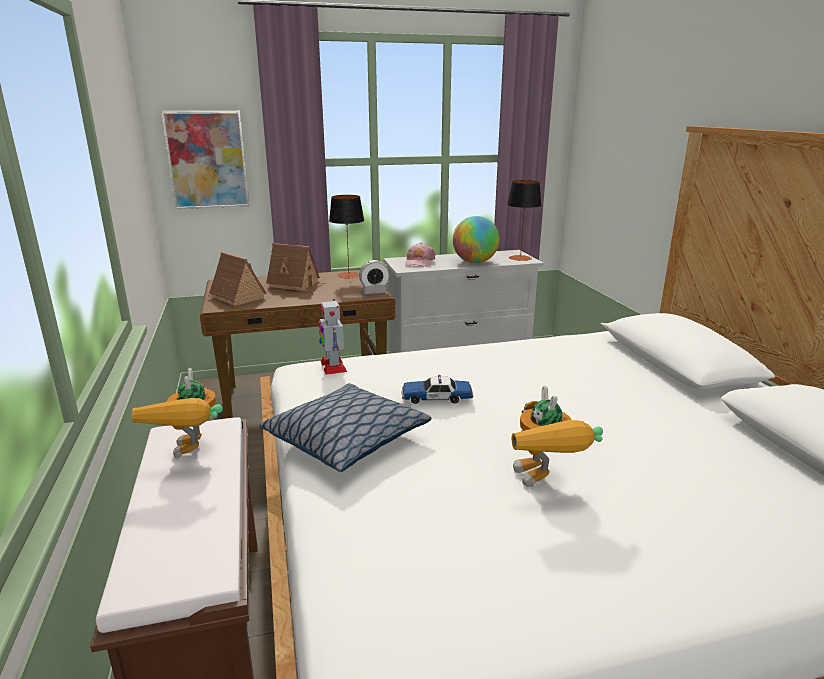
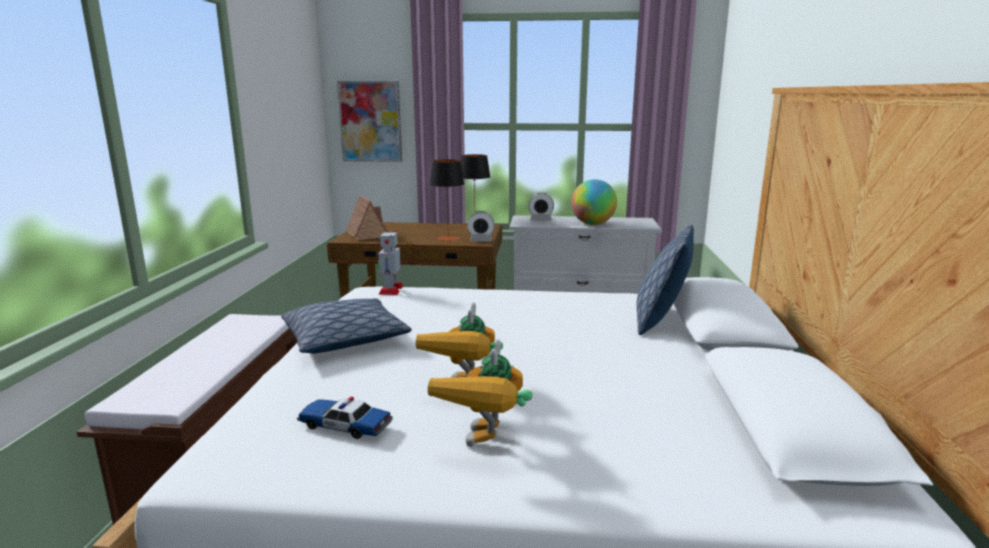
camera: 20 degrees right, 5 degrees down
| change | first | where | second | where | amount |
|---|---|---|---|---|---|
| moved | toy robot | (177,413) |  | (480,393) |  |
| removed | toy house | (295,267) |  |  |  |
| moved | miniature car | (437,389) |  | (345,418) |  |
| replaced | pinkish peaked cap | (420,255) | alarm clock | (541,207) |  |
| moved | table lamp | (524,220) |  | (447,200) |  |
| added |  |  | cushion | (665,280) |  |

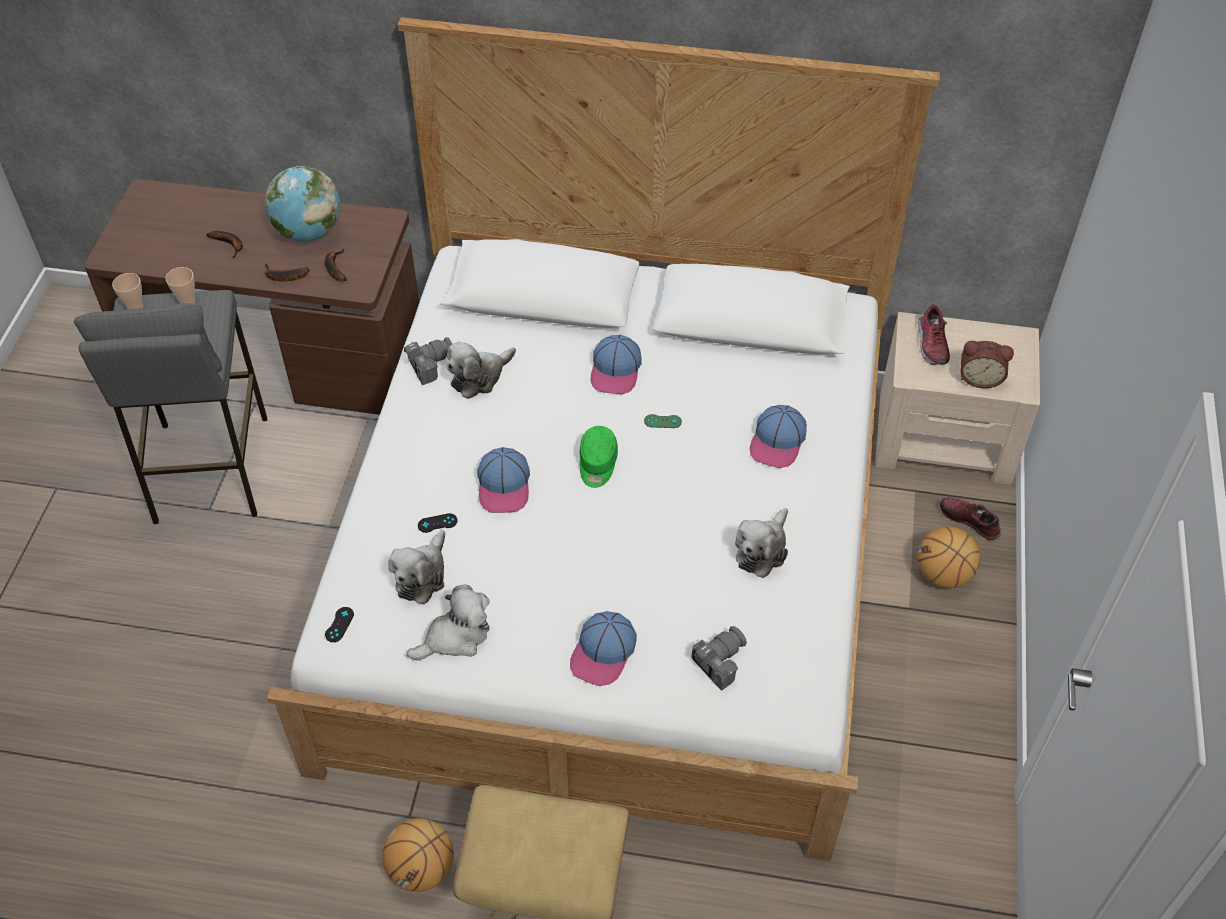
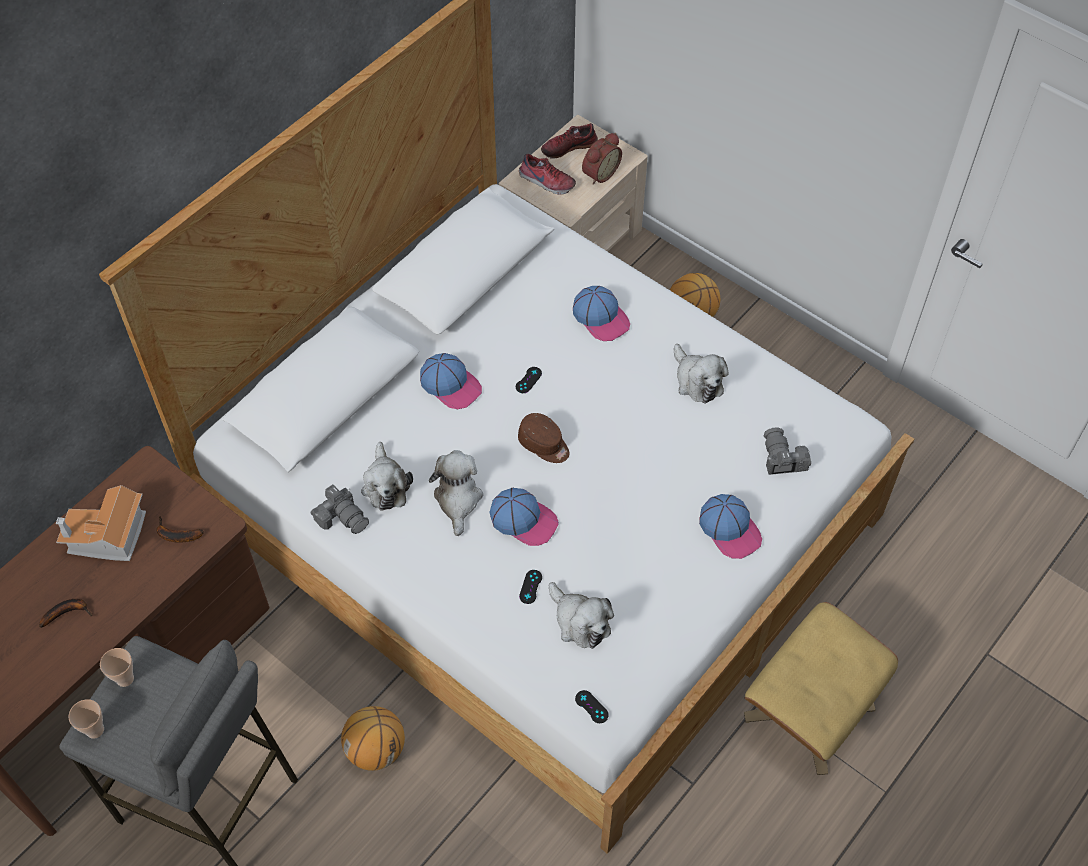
camera: 60 degrees left, 5 degrees up
| change | first | where | second | where | amount |
|---|---|---|---|---|---|
| replaced | world globe | (302,203) | toy house | (101,523) |  |
| removed | banana fruit | (287,272) |  |  |  |
| moved | ball for basketball | (418,855) |  | (373,738) |  |
| turned | still camera | (428,361) |  | (340,509) | 135 degrees clockwise |
| moved | cuddly toy | (448,623) |  | (456,493) |  |
| recoloured | green peaked cap | (598,457) | brownish peaked cap | (544,438) |  |
| recoloured | green game controller | (663,421) | blackish game controller | (529,380) |  |
| moved | shoe | (970,519) |  | (569,141) |  |

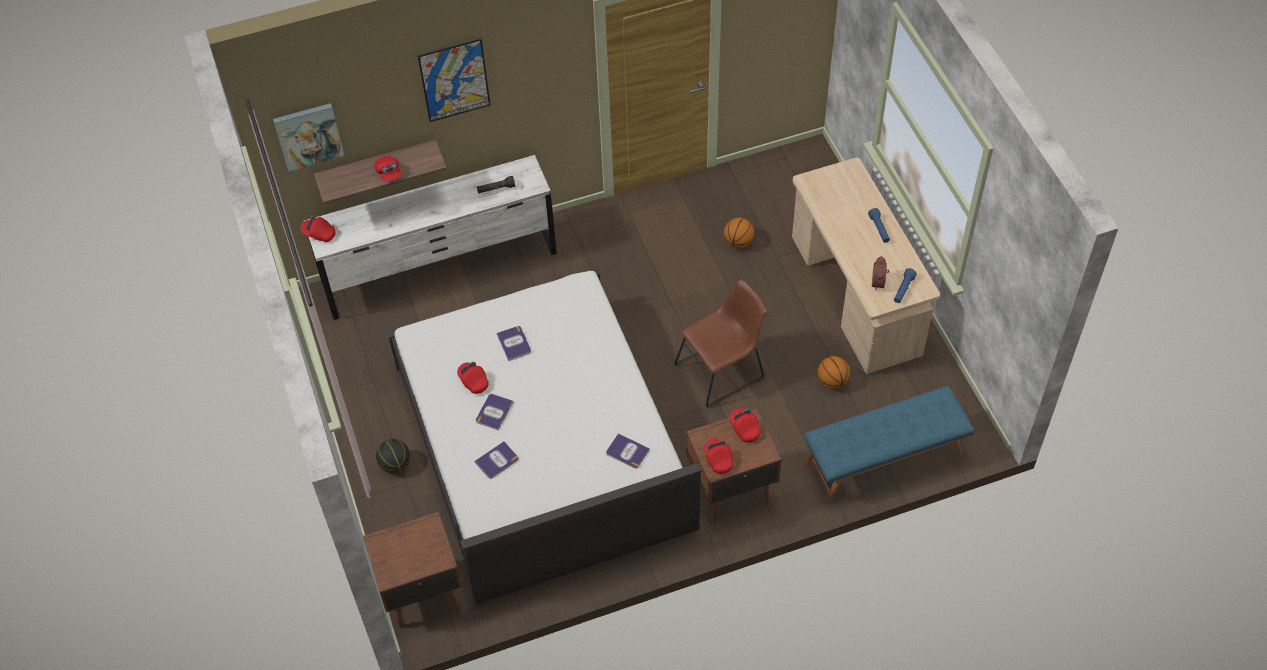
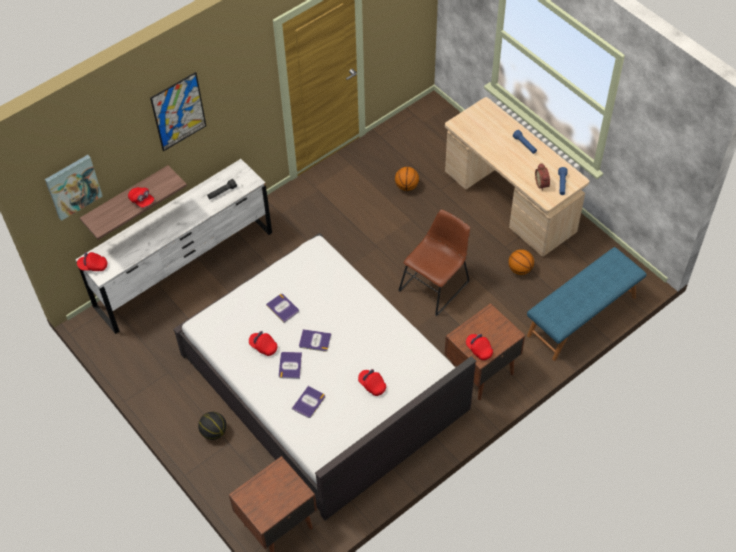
camera: 20 degrees left, 0 degrees up
| change | first | where | second | where | amount |
|---|---|---|---|---|---|
| moved | book | (628,451) |  | (315,340) |  |
| moved | red peaked cap | (745,425) |  | (372,382) |  |

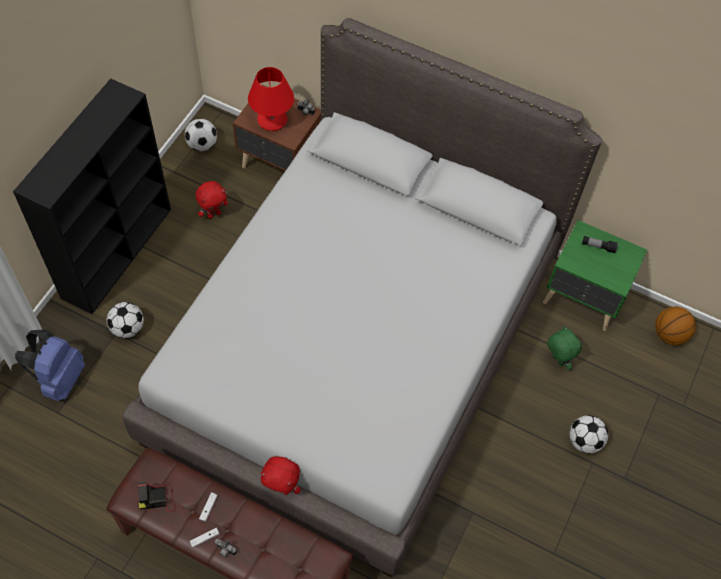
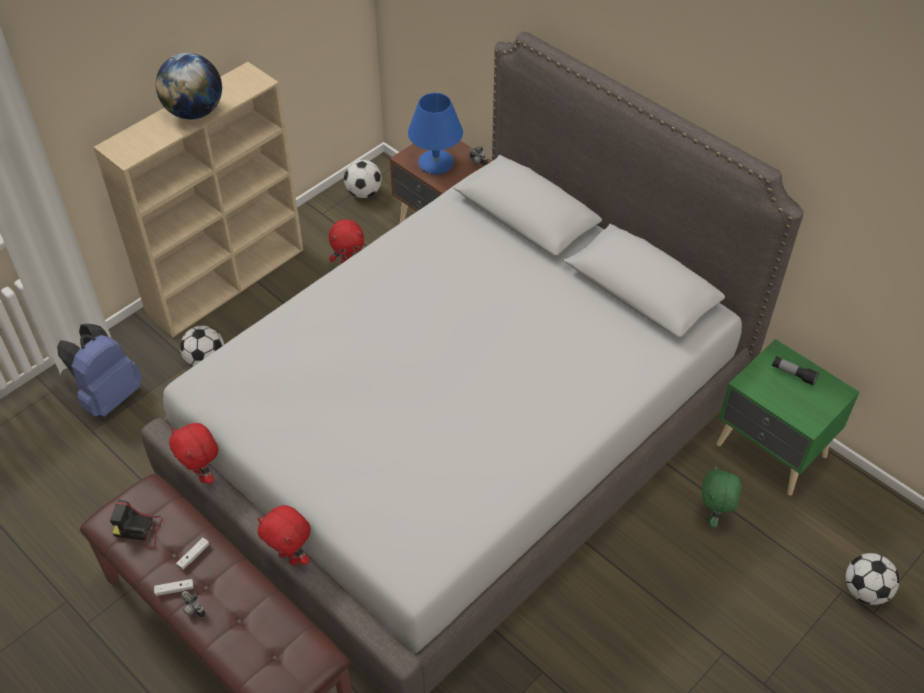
camera: 20 degrees right, 10 degrees down
| change | first | where | second | where | amount |
|---|---|---|---|---|---|
| recoloured | blackish shelving unit | (92,196) | beige shelving unit | (198,200) |  |
| recoloured | red table lamp | (271,99) | blue-coloured table lamp | (435,133) |  |
| turned | green cuddly toy | (564,348) |  | (721,496) | 150 degrees counterclockwise |
| moved | football | (589,434) |  | (872,579) |  |
| removed | ball for basketball | (675,326) |  |  |  |
| added |  |  | world globe | (189,86) |  |
| added |  |  | red cuddly toy | (193,453) |  |

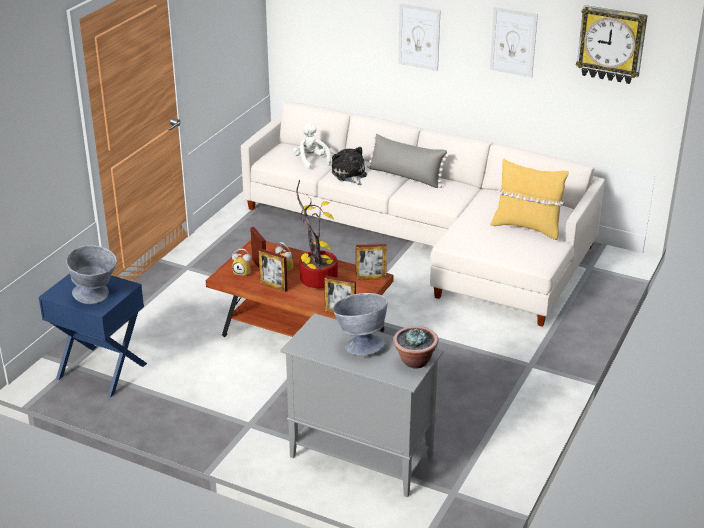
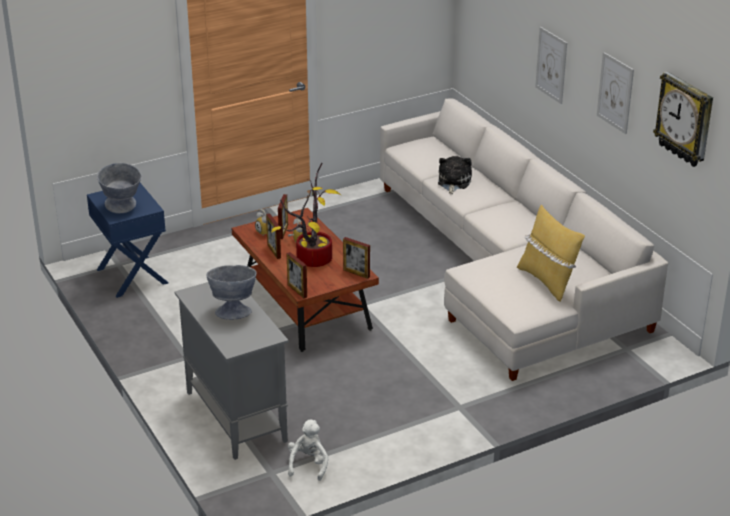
camera: 35 degrees right, 0 degrees up
| change | first | where | second | where | amount |
|---|---|---|---|---|---|
| moved | white cuddly toy | (312,146) |  | (308,450) |  |
| removed | gray cushion | (408,161) |  |  |  |
| removed | potted plant | (416,347) |  |  |  |

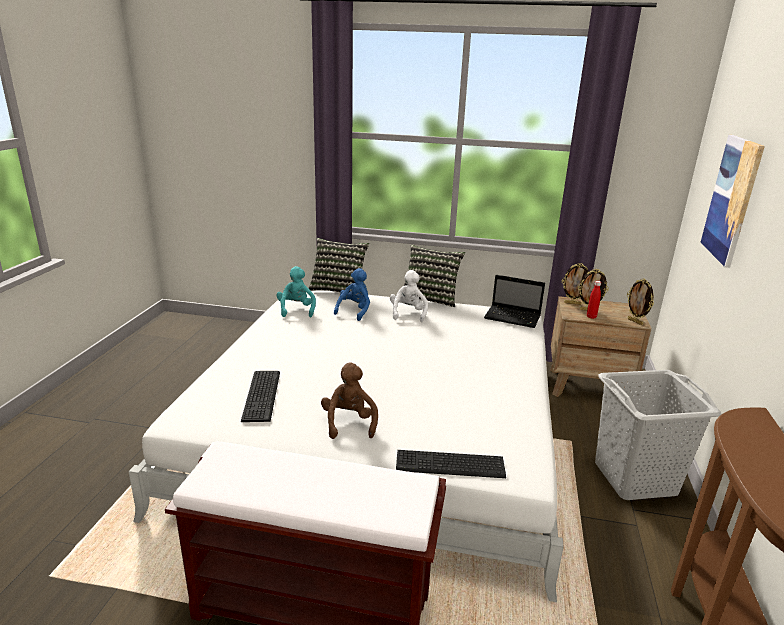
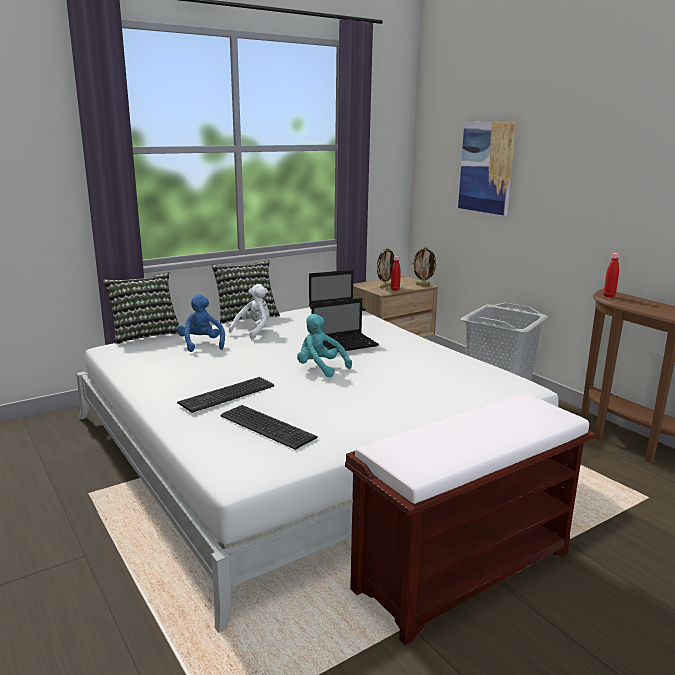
camera: 45 degrees left, 5 degrees down
| change | first | where | second | where | amount |
|---|---|---|---|---|---|
| moved | turquoise cuddly toy | (296,291) |  | (324,346) |  |
| removed | brownish cuddly toy | (349,401) |  |  |  |
| turned | white cuddly toy | (409,296) |  | (249,311) | 75 degrees clockwise |
| moved | keyboard | (451,464) |  | (225,395) |  |
| removed | standing frame | (575,284) |  |  |  |
| added |  |  | laptop | (345,324) |  |
| added |  |  | red bottle | (611,275) |  |

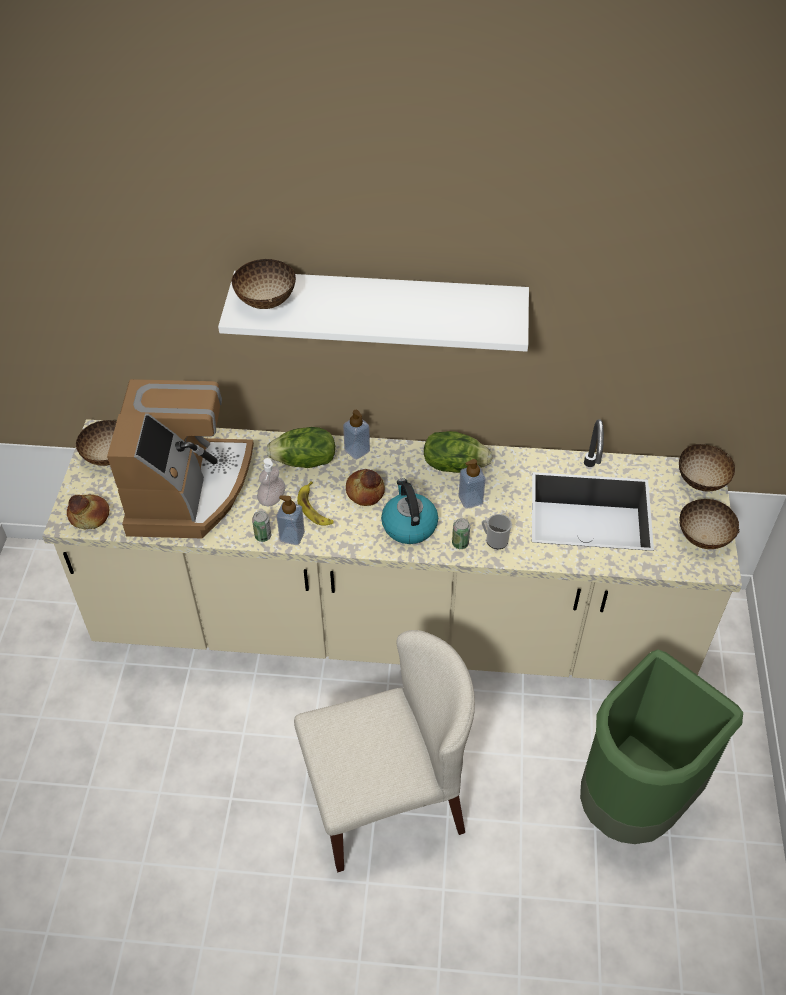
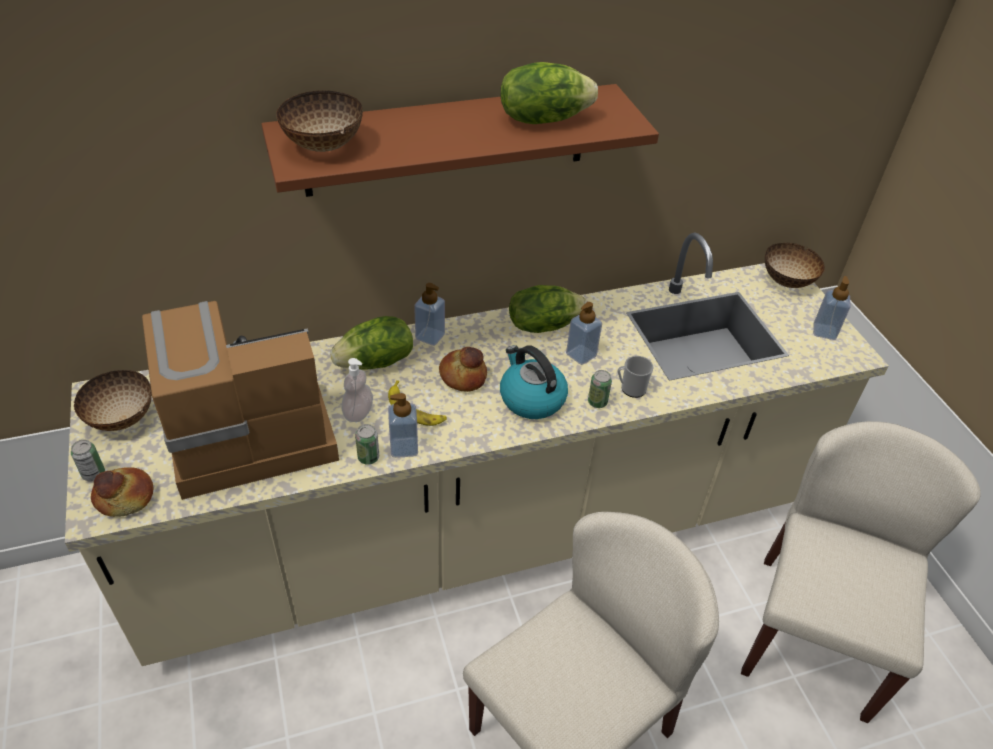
camera: 25 degrees left, 5 degrees down
| change | first | where | second | where | amount |
|---|---|---|---|---|---|
| turned | coffee machine | (180,459) |  | (240,400) | 90 degrees counterclockwise |
| recoloured | white wall shelf | (373,311) | brownish wall shelf | (460,140) |  |
| replaced | green waste bin | (661,746) | beige upright chair | (861,572) |  |
| replaced | bowl | (710,524) | soap dispenser | (831,308) |  |
| added |  |  | metal can | (88,460) |  |
| added |  |  | lettuce head | (549,93) |  |

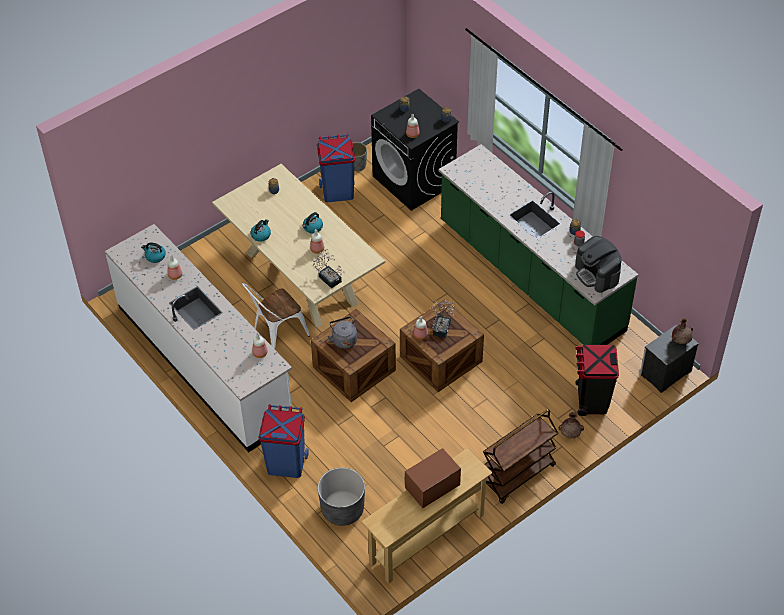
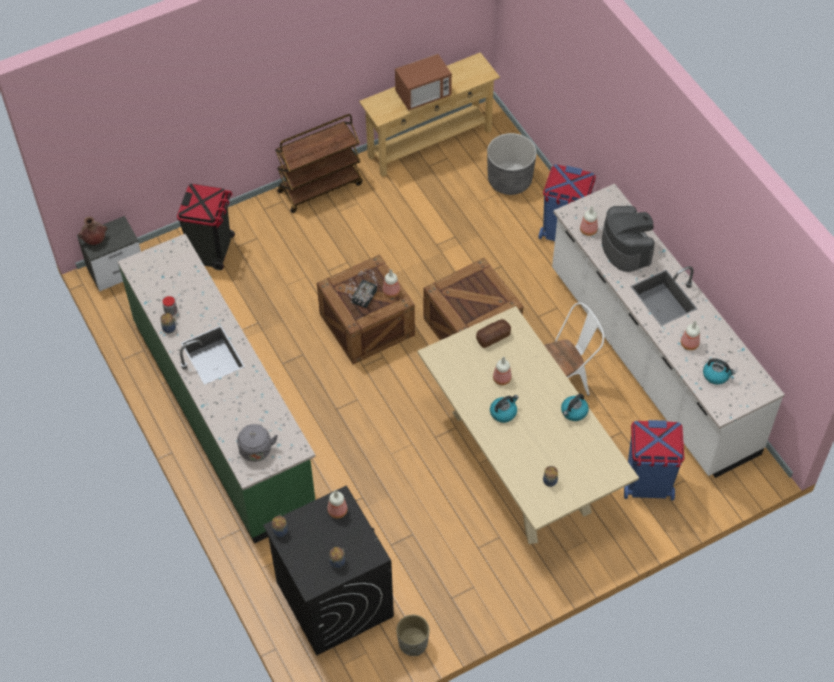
camera: 170 degrees left, 5 degrees up
| change | first | where | second | where | amount |
|---|---|---|---|---|---|
| replaced | potted plant | (328,269) | baked bread | (493,333) |  |
| moved | blue-coloured waste bin | (336,168) |  | (654,460) |  |
| moved | gray tea kettle | (342,333) |  | (257,443) |  |
| removed | brownish decorative vase | (571,425) |  |  |  |
| moved | coffee machine | (598,264) |  | (628,239) |  |

